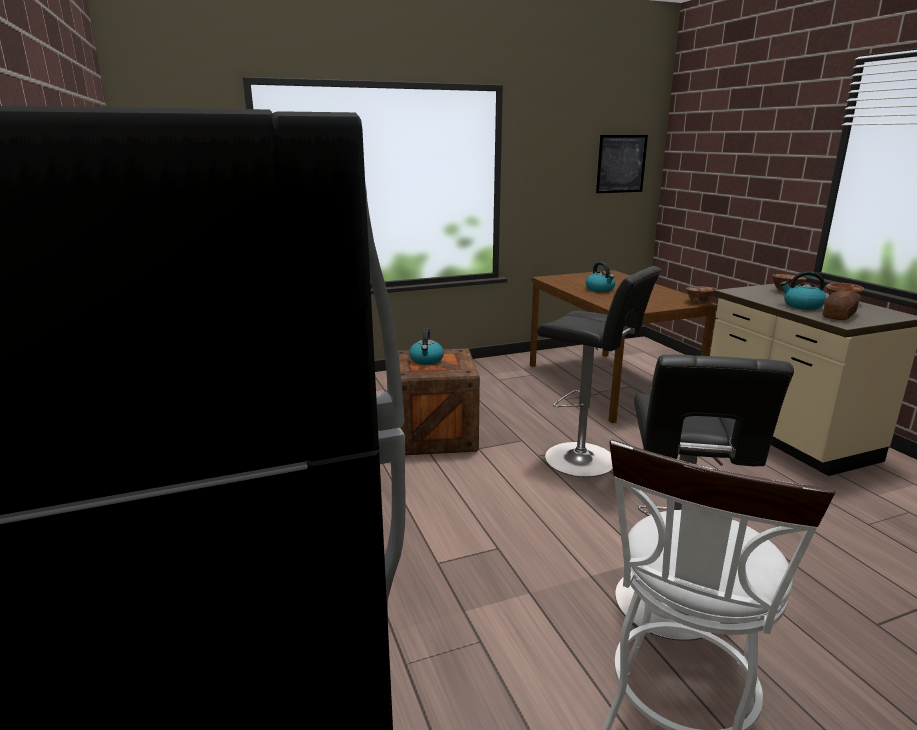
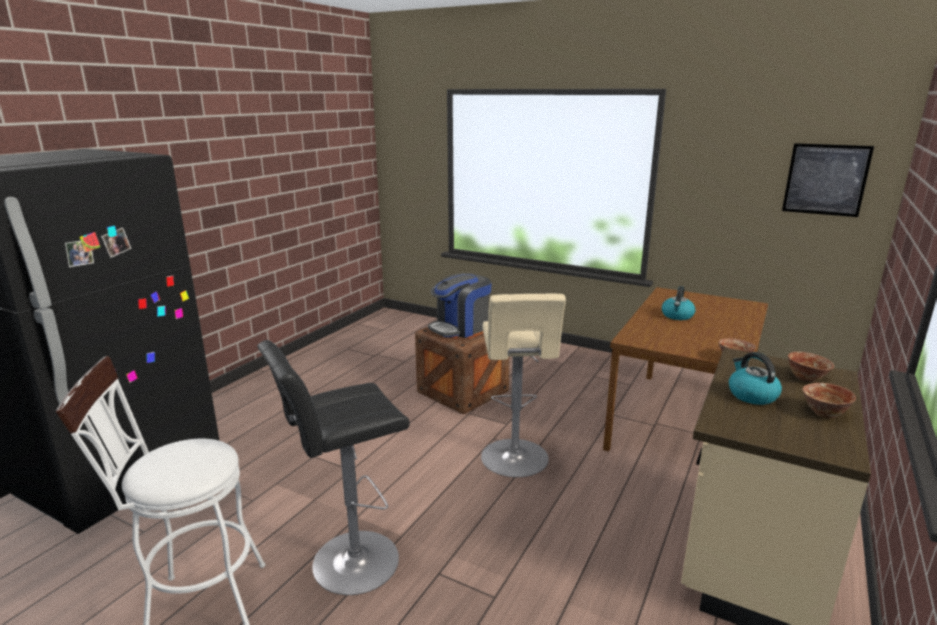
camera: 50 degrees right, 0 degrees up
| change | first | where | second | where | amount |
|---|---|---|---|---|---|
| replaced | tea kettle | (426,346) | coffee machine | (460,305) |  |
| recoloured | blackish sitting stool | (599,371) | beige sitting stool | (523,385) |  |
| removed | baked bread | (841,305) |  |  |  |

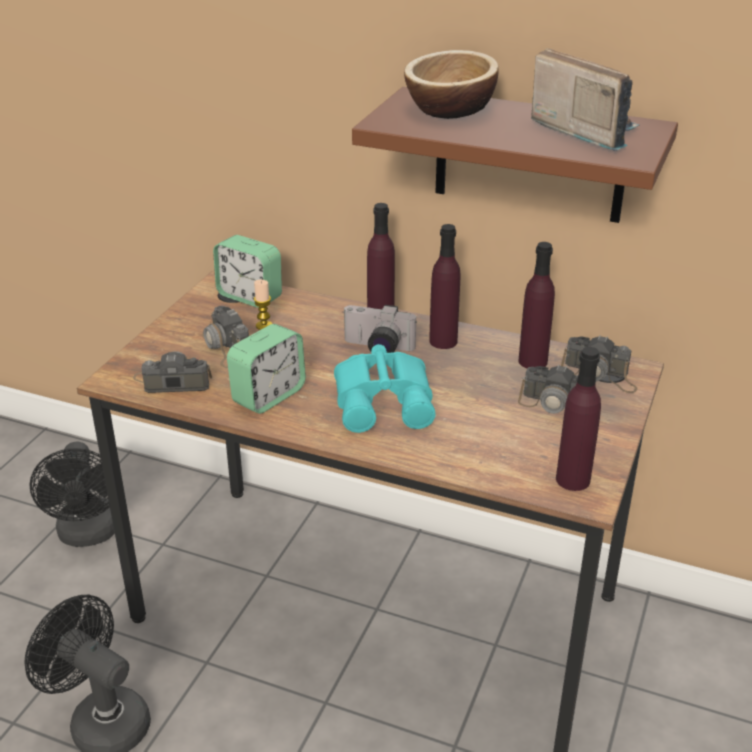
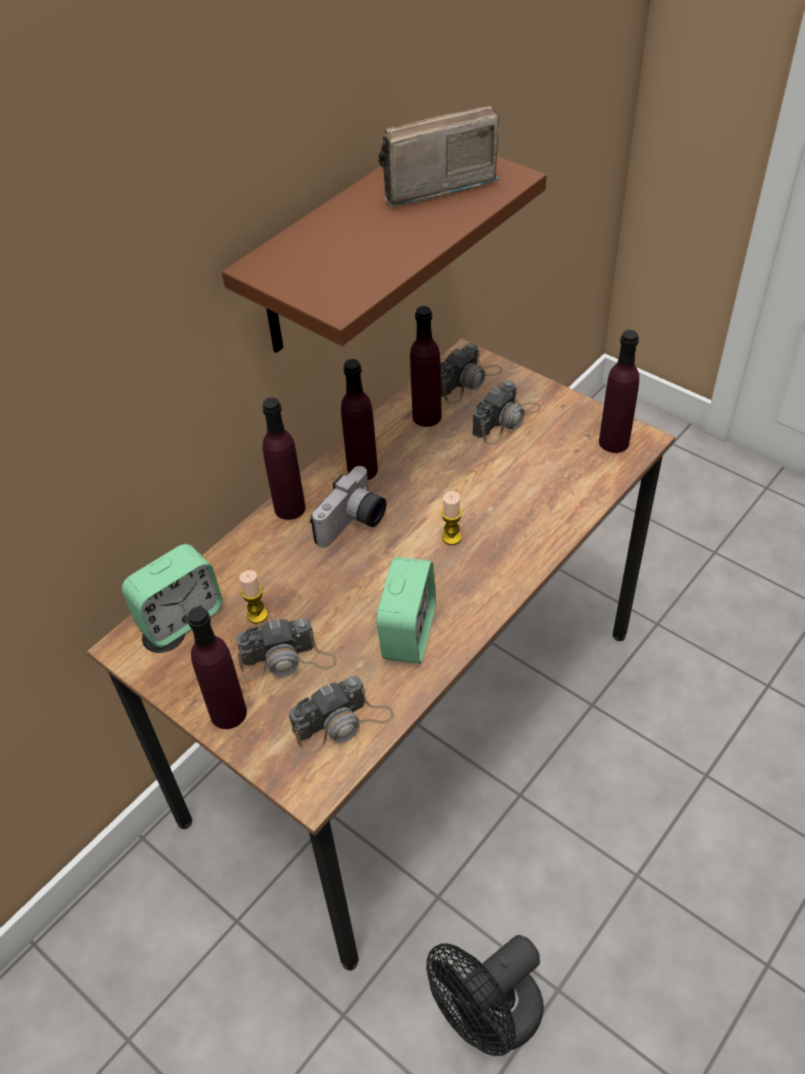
camera: 70 degrees left, 15 degrees up
| change | first | where | second | where | amount |
|---|---|---|---|---|---|
| removed | blackish electric fan | (72,494) |  |  |  |
| turned | still camera | (172,372) |  | (341,715) | 135 degrees counterclockwise |
| turned | alarm clock | (266,369) |  | (406,610) | 45 degrees clockwise |
| replaced | turquoise field glasses | (385,388) | wax light | (451,518) |  |
| removed | bowl | (451,84) |  |  |  |
| added |  |  | purplish bottle | (217,668) |  |

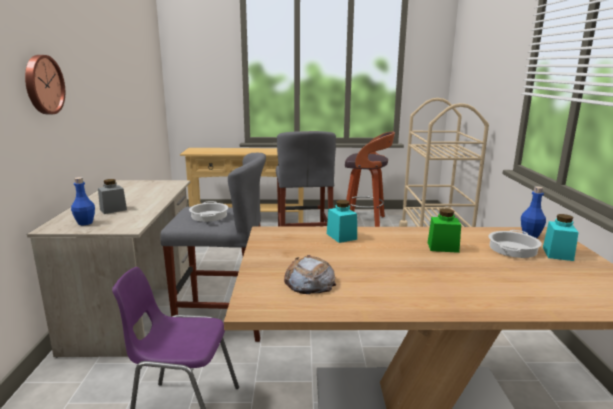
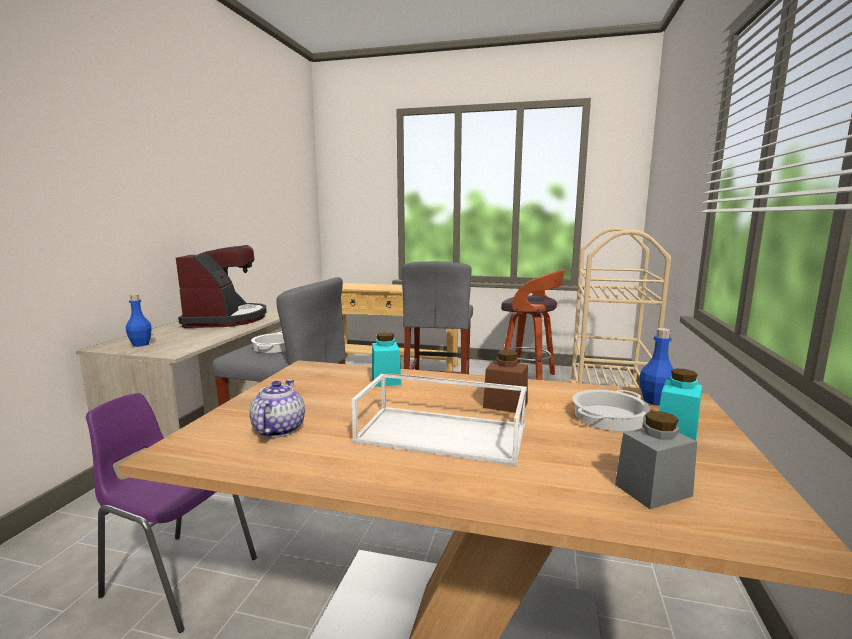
camera: 15 degrees right, 5 degrees down
| change | first | where | second | where | amount |
|---|---|---|---|---|---|
| removed | hanging clock | (45,84) |  |  |  |
| moved | gray preserve jar | (112,196) |  | (656,460) |  |
| replaced | baked bread | (310,274) | teapot | (277,409) |  |
| recoloured | green preserve jar | (444,231) | brownish preserve jar | (505,381) |  |
| added |  |  | coffee machine | (221,286) |  |
| added |  |  | white carrying tray | (439,419) |  |

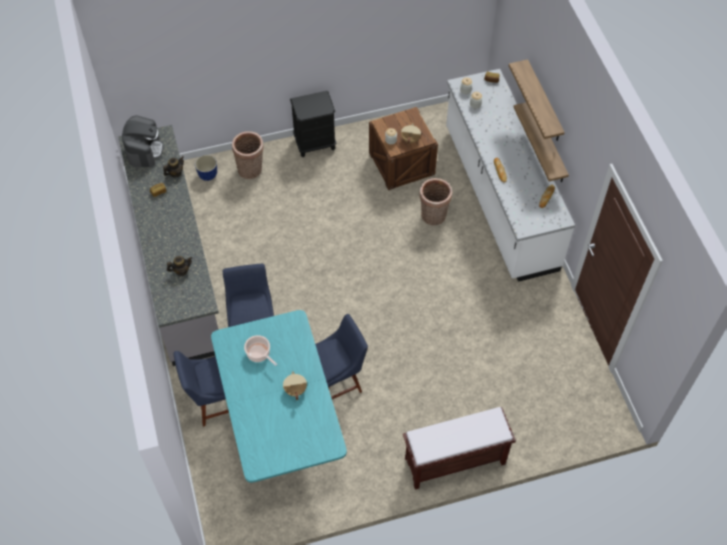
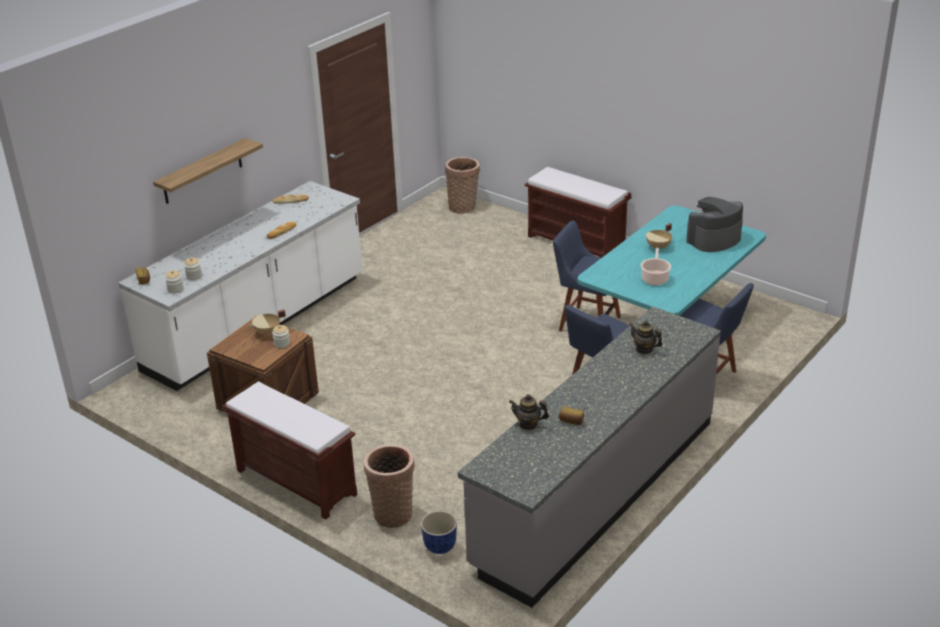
camera: 125 degrees left, 25 degrees down
| change | first | where | second | where | amount |
|---|---|---|---|---|---|
| moved | coffee machine | (142,141) |  | (714,224) |  |
| replaced | blackish nightstand | (313,124) | brownish long seat | (289,451) |  |
| moved | basket | (435,201) |  | (462,185) |  |
| removed | wall shelf | (541,142) |  |  |  |

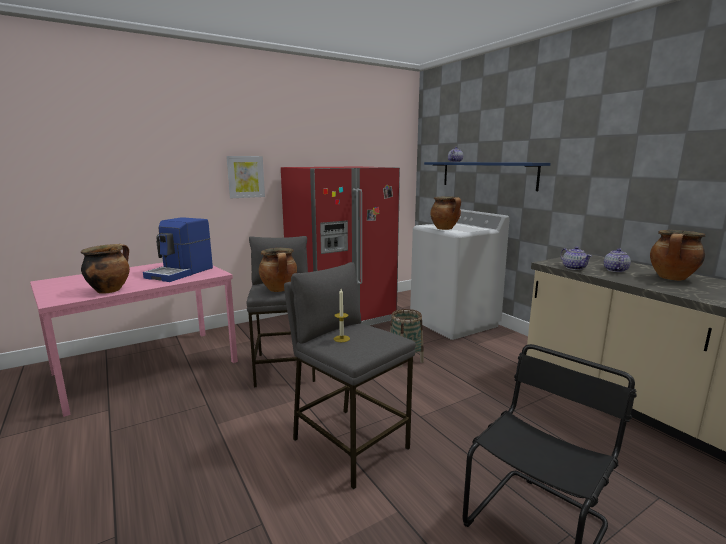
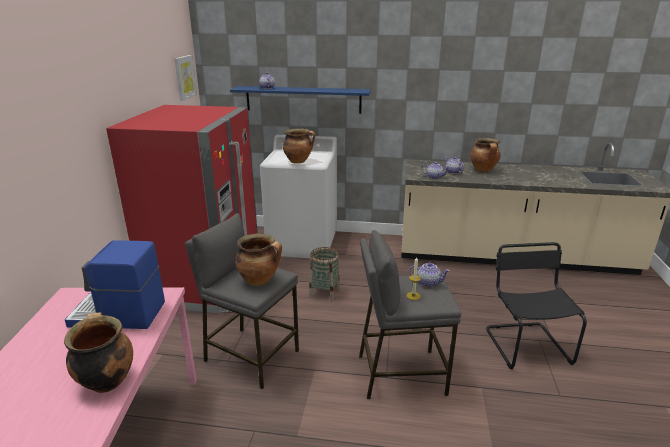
camera: 50 degrees left, 10 degrees up
| change | first | where | second | where | amount |
|---|---|---|---|---|---|
| turned | coffee machine | (178,249) |  | (115,284) | 120 degrees clockwise |
| moved | wall art | (245,177) |  | (186,78) |  |
| added |  |  | teapot | (429,274) |  |

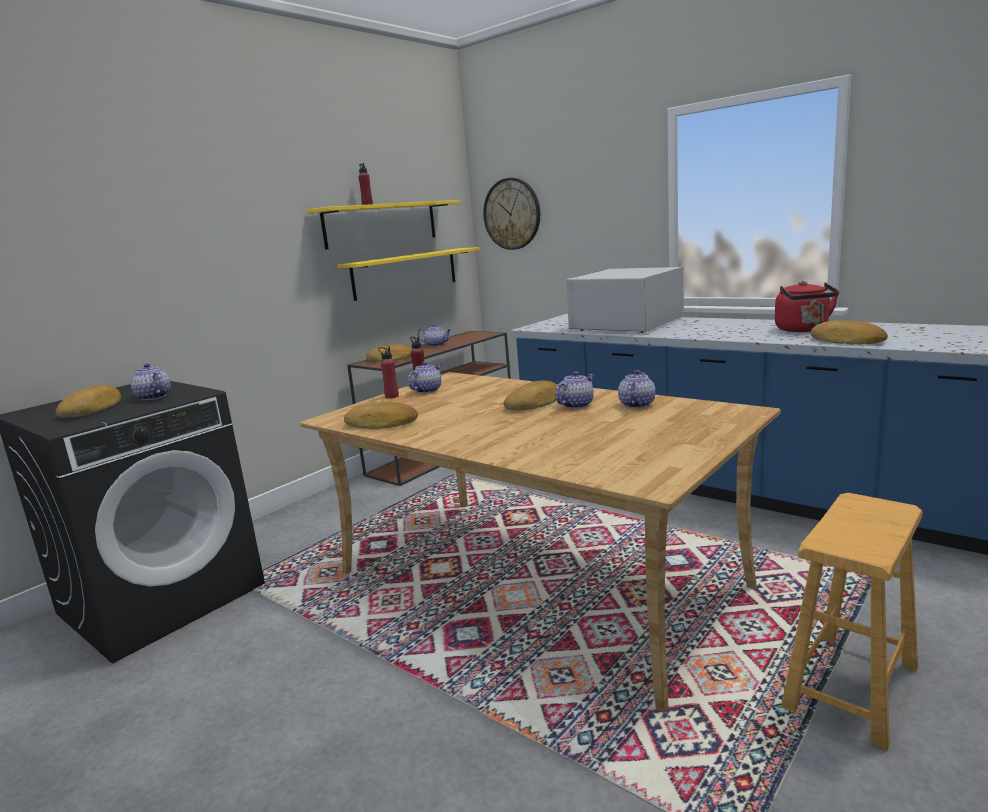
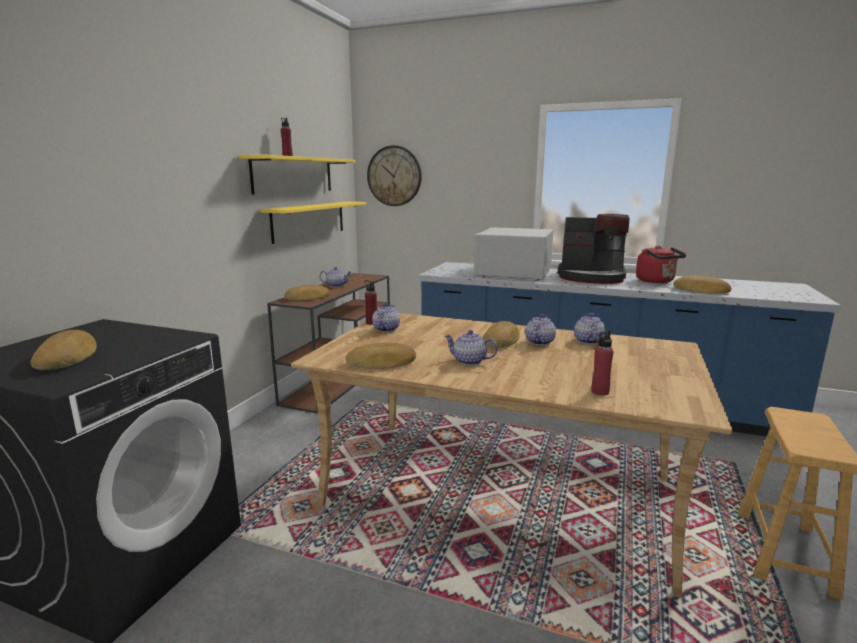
camera: 20 degrees left, 0 degrees up
| change | first | where | second | where | amount |
|---|---|---|---|---|---|
| moved | teapot | (151,382) |  | (471,347) |  |
| moved | red bottle | (388,373) |  | (602,363) |  |
| added |  |  | coffee machine | (593,249) |  |

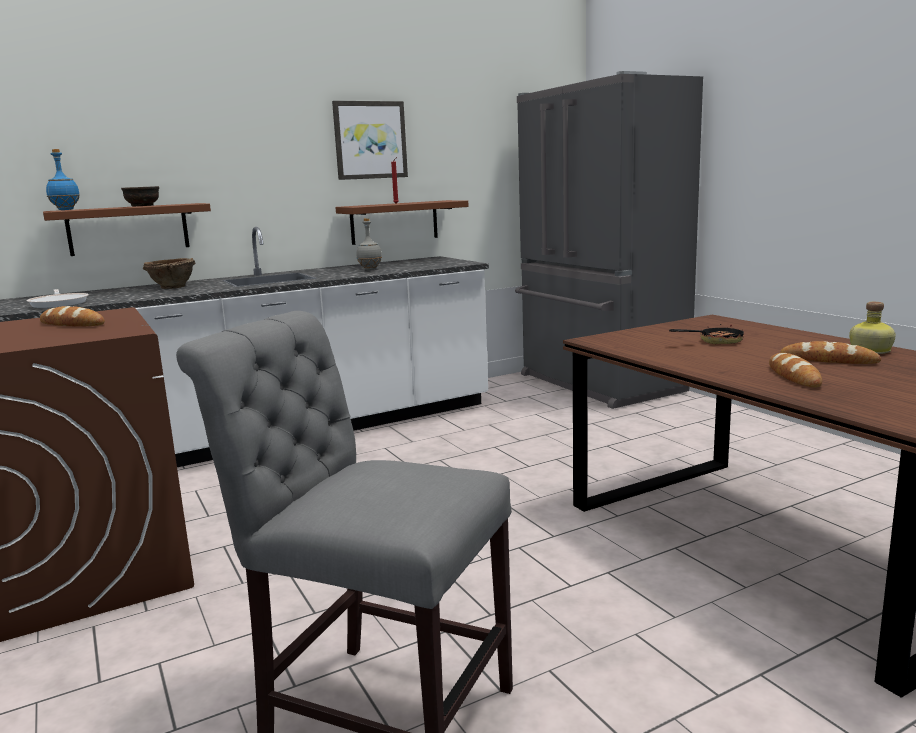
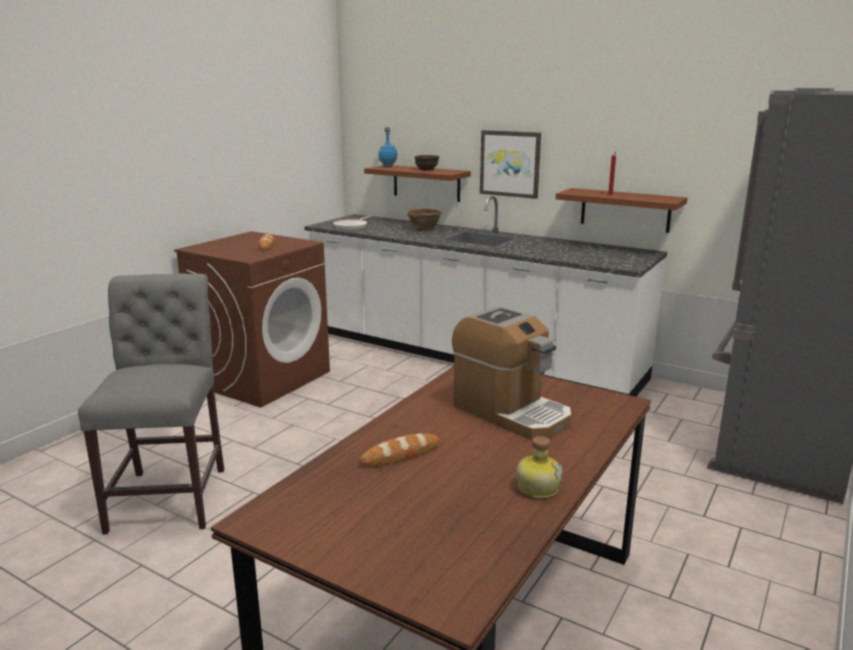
camera: 60 degrees right, 5 degrees up
| change | first | where | second | where | amount |
|---|---|---|---|---|---|
| moved | wall art | (370,140) |  | (510,164) |  |
| removed | gray bottle | (369,244) |  |  |  |
| replaced | frying pan | (706,331) | coffee machine | (512,373) |  |
| removed | baked bread | (830,352) |  |  |  |

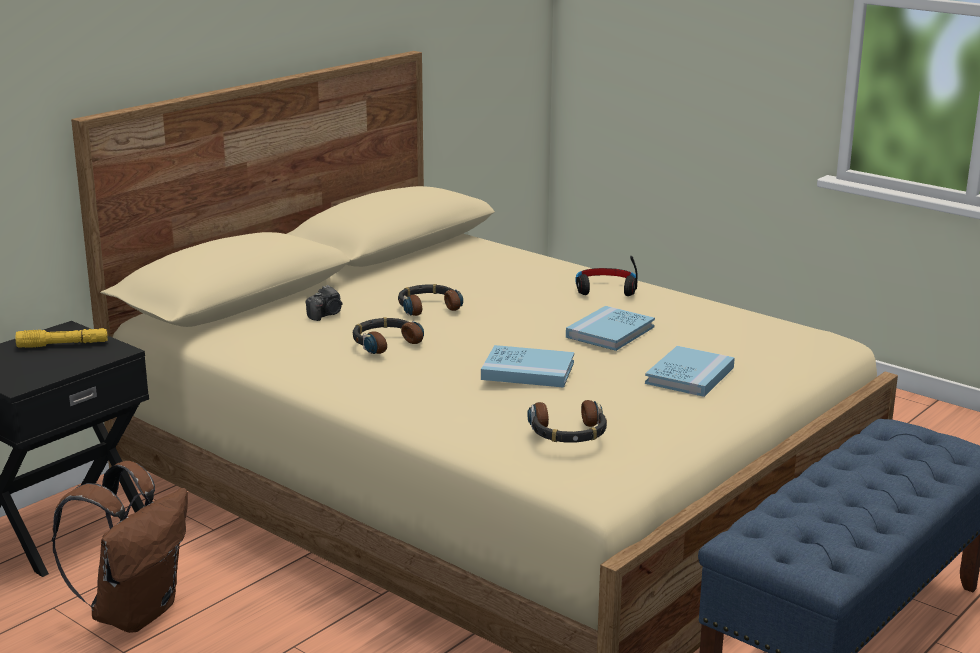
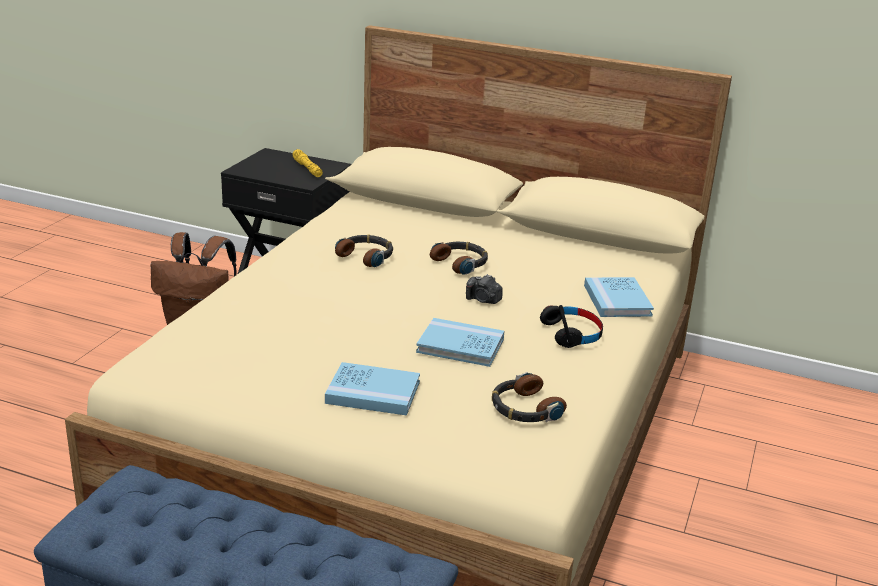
camera: 70 degrees right, 5 degrees up
| change | first | where | second | where | amount |
|---|---|---|---|---|---|
| moved | still camera | (324,303) |  | (484,289) |  |
| moved | blue-coloured book | (527,366) |  | (619,297) |  |
| moved | headset | (567,421) |  | (529,397) |  |

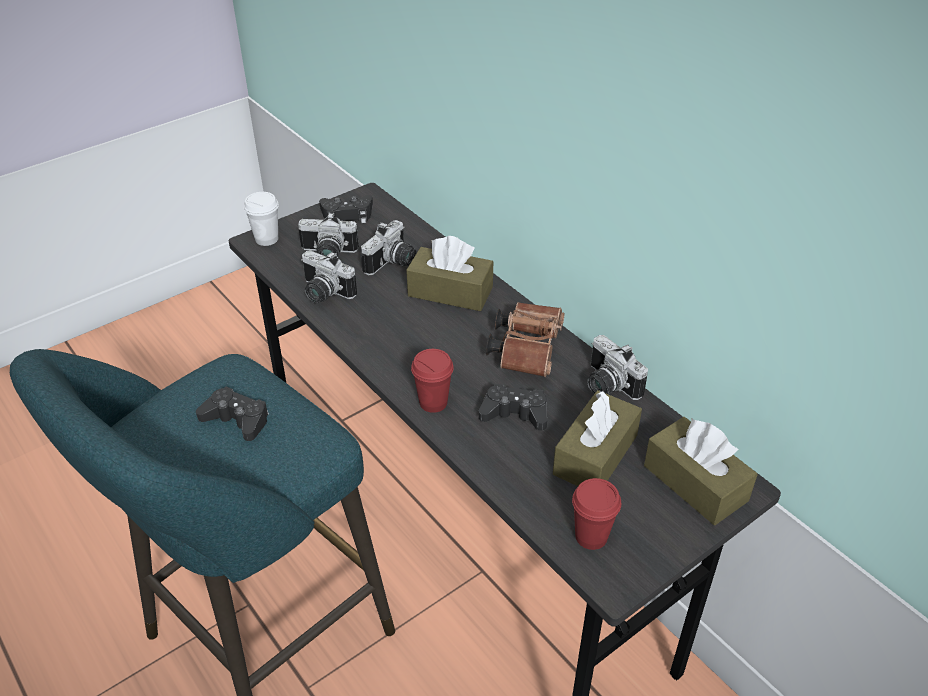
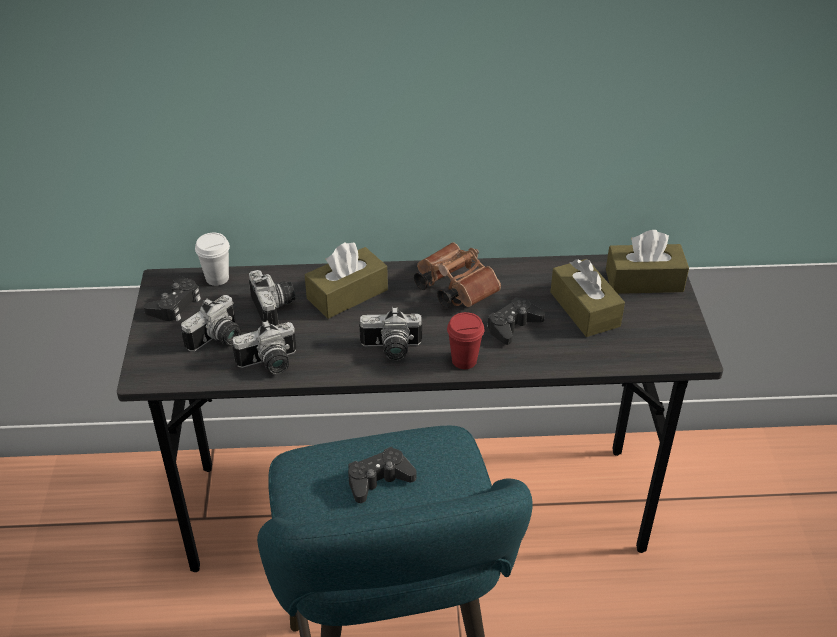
camera: 55 degrees left, 0 degrees up
| change | first | where | second | where | amount |
|---|---|---|---|---|---|
| moved | white cup | (261,219) |  | (212,259) |  |
| removed | red cup | (596,514) |  |  |  |
| moved | still camera | (617,367) |  | (390,334) |  |

